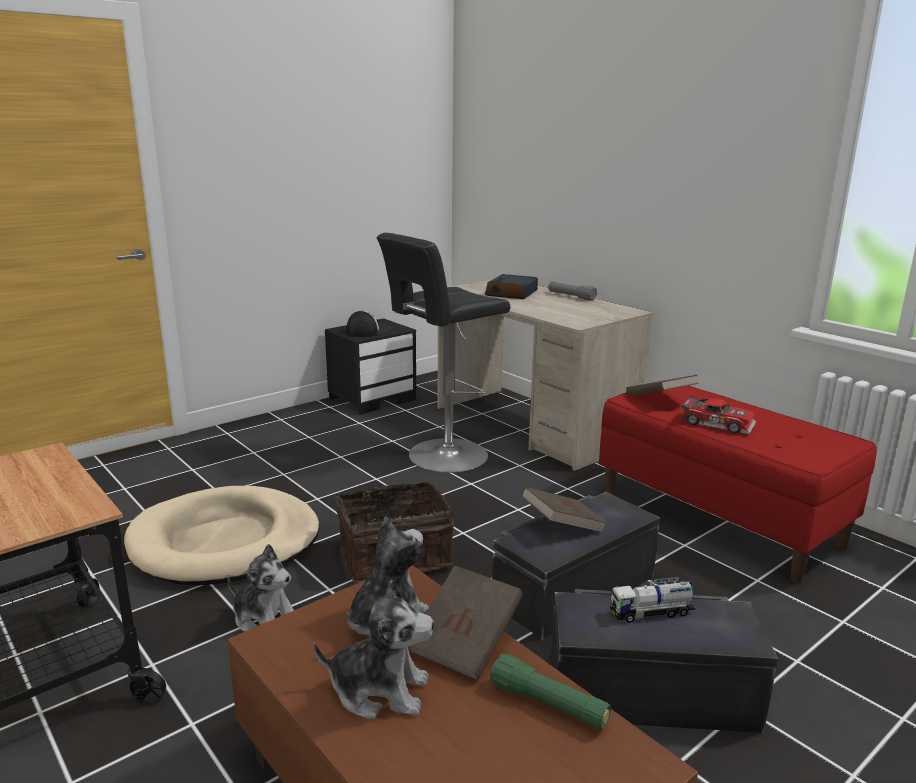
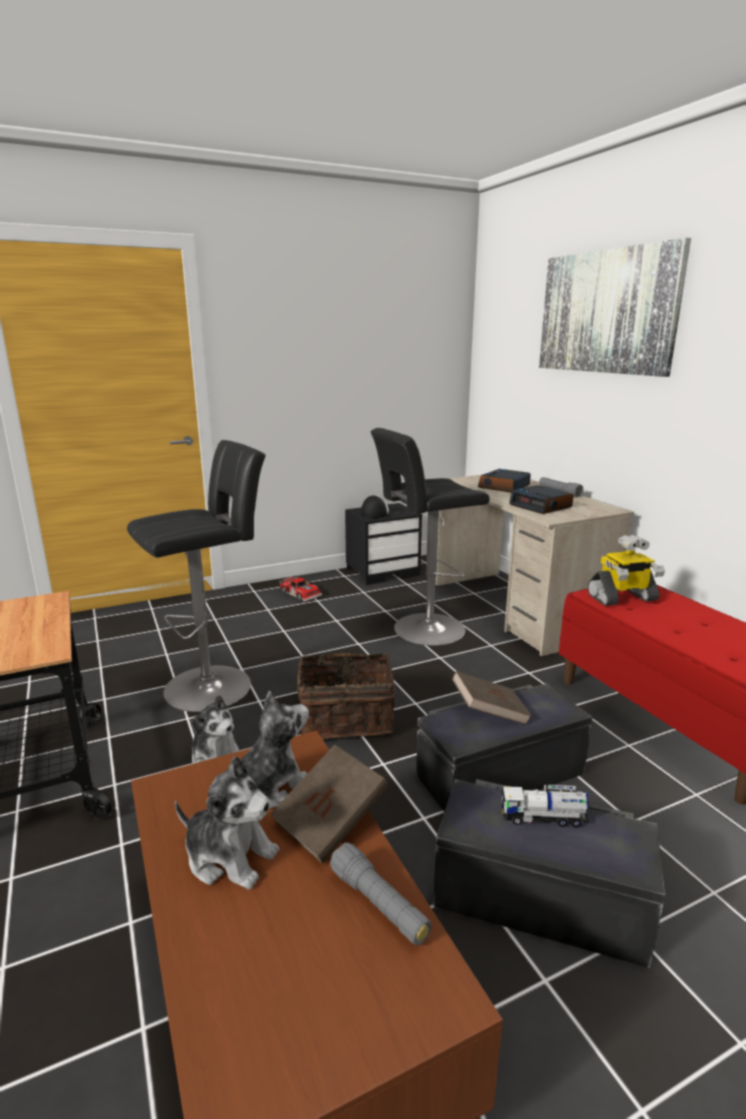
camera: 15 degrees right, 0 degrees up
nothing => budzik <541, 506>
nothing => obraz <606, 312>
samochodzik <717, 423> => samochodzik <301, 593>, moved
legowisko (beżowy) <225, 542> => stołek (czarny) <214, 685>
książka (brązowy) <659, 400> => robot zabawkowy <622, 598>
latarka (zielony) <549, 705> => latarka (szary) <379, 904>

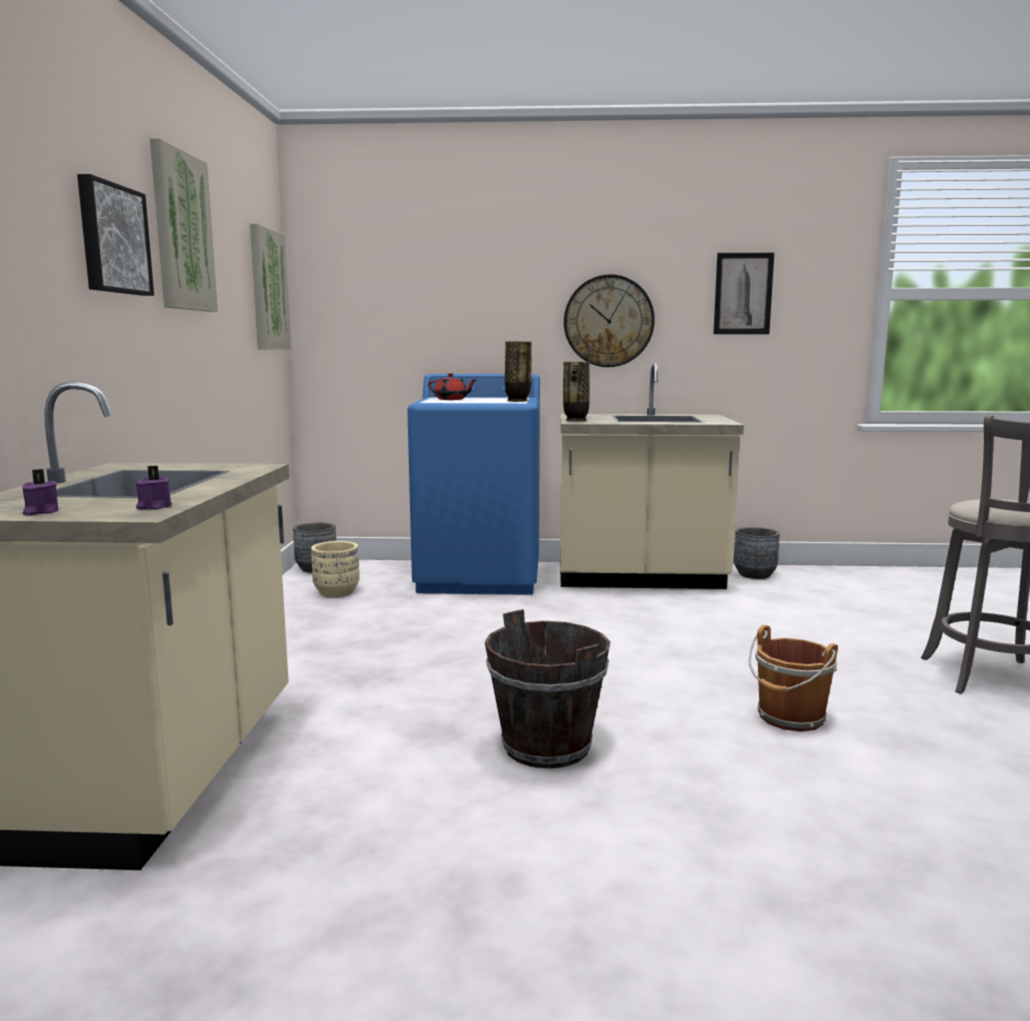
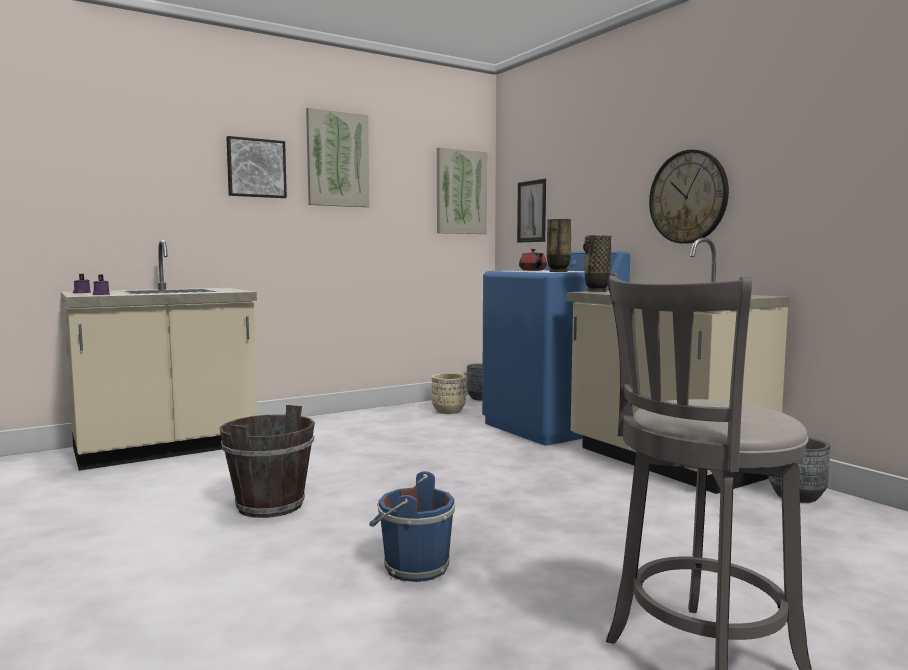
camera: 55 degrees right, 5 degrees down
obraz <743, 294> => obraz <531, 211>, moved
wiadro (brązowy) <789, 718> => wiadro (niebieski) <413, 567>

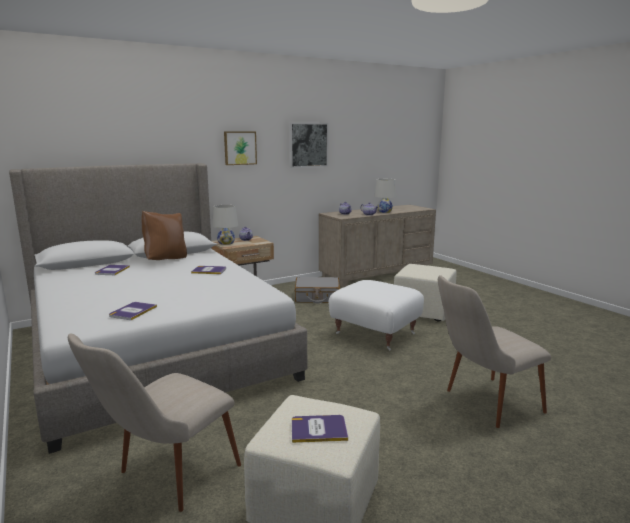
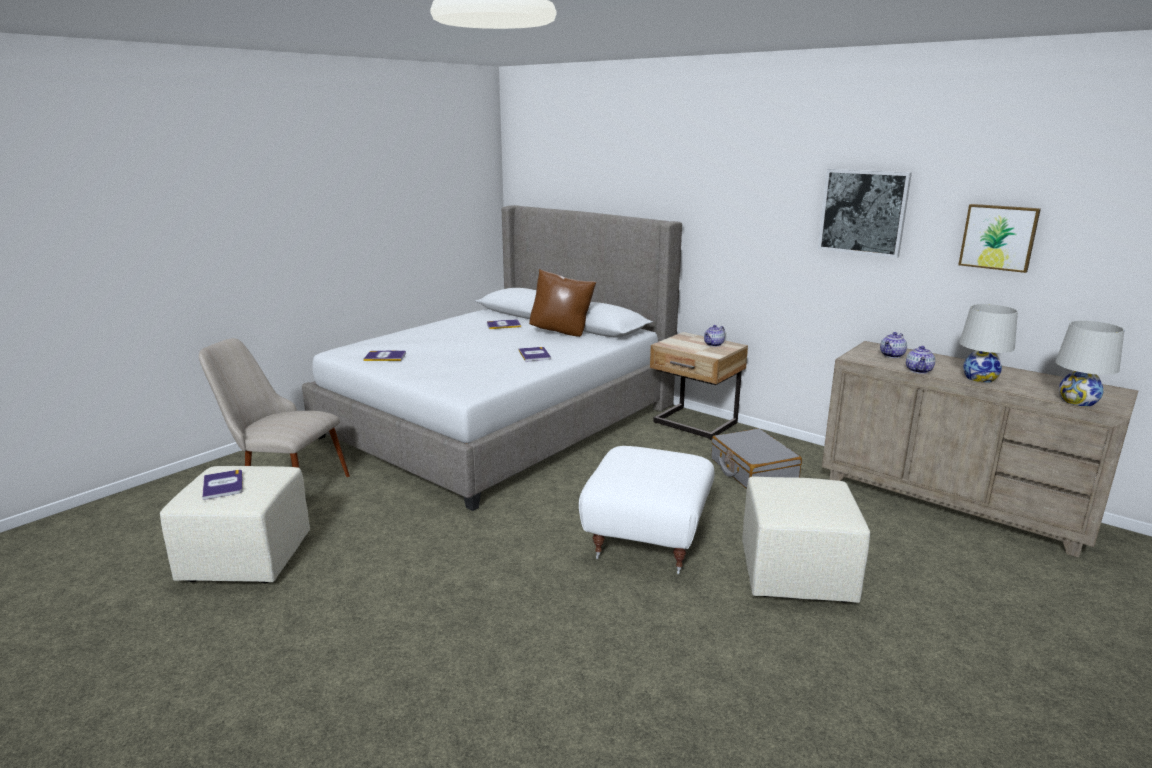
camera: 70 degrees right, 5 degrees up
krzesło (beżowy) <482, 404> => nothing
lampa stołowa (biały) <226, 243> => lampa stołowa (biały) <1077, 401>, moved
obraz <240, 148> => obraz <998, 237>, moved

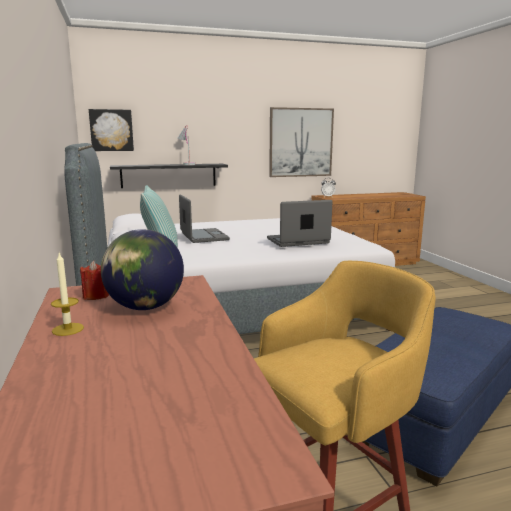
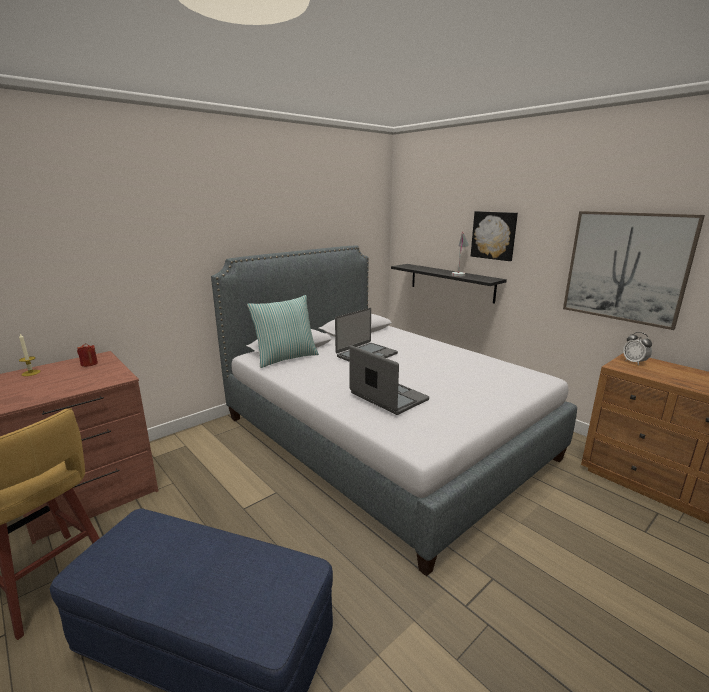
camera: 65 degrees right, 5 degrees up
globus <145, 307> => nothing
obraz <111, 130> => obraz <494, 235>, moved

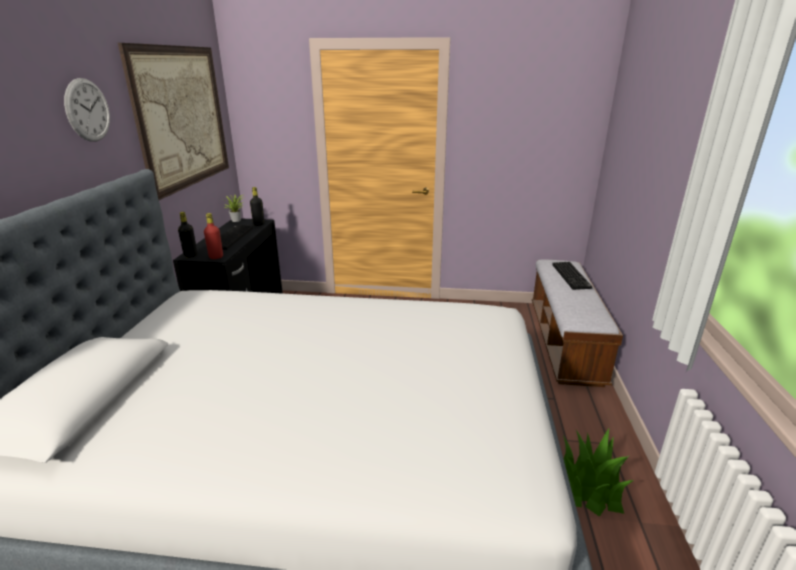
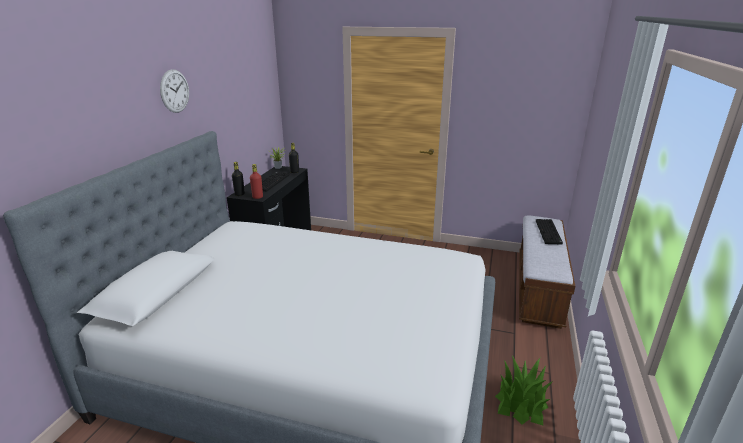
camera: 10 degrees right, 0 degrees up
obraz <182, 117> => nothing

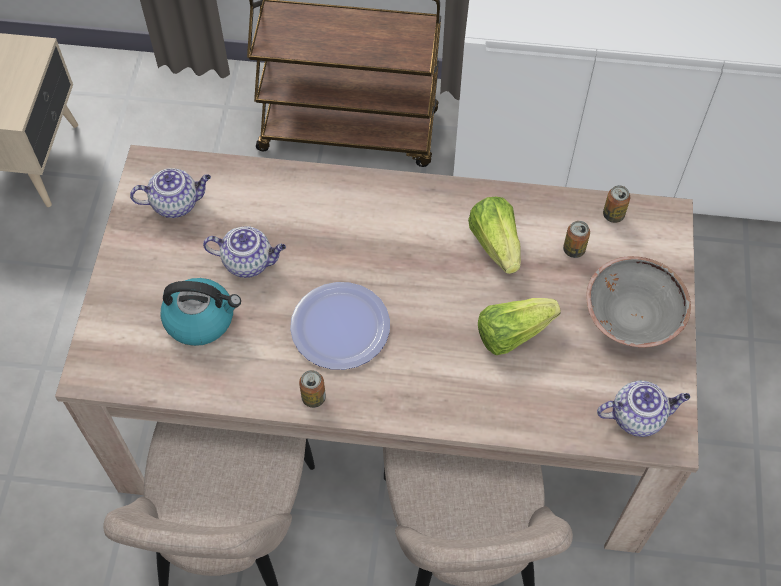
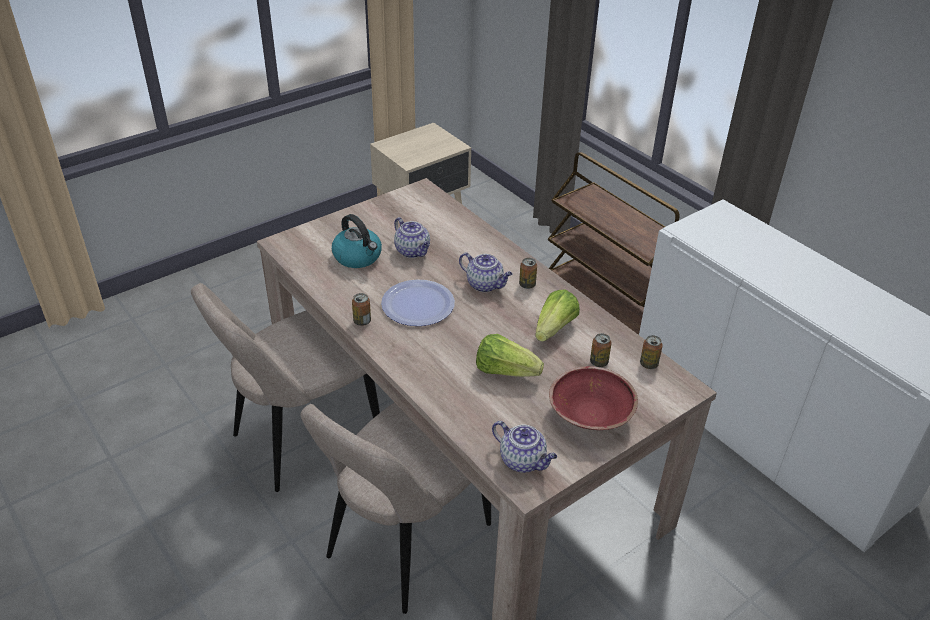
camera: 45 degrees right, 20 degrees down
nothing => puszka <527, 285>
imbryk <176, 203> => imbryk <485, 285>, moved
miska (szary) <632, 315> => miska (czerwony) <591, 415>

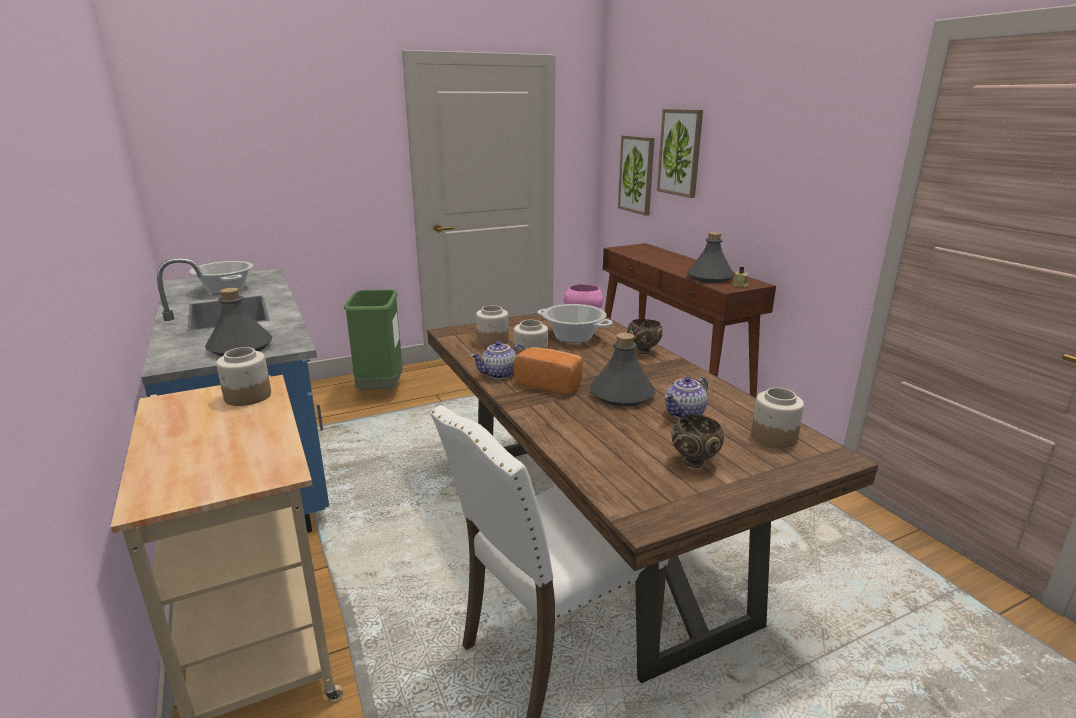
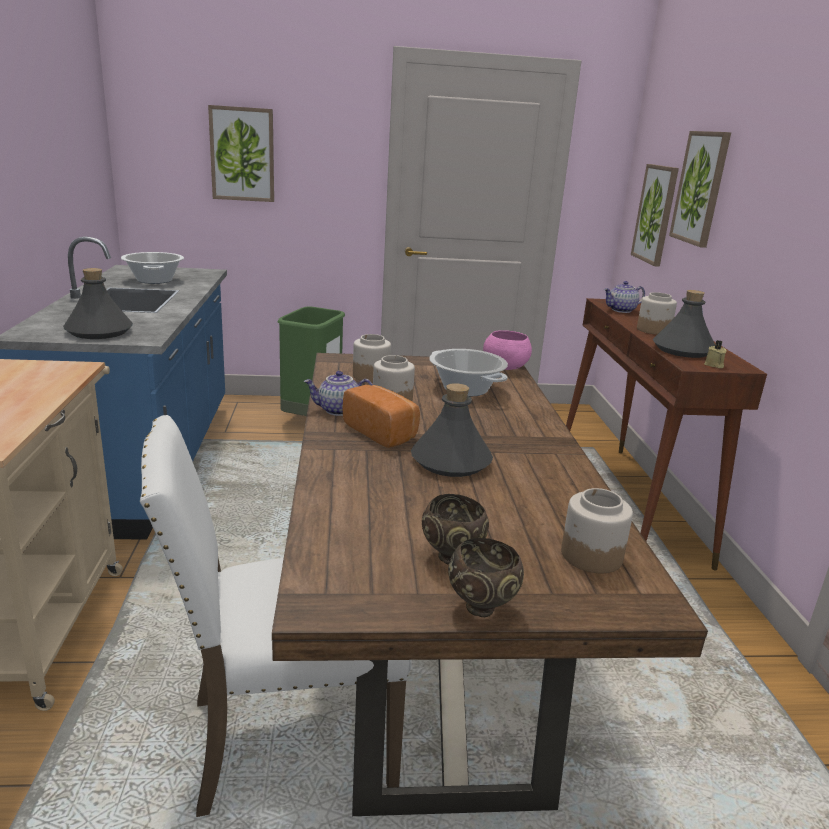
camera: 20 degrees right, 0 degrees up
nothing => obraz <242, 154>
słoik <248, 396> => słoik <653, 330>, moved
miska (brązowy) <643, 351> => miska (brązowy) <482, 608>, moved
imbryk <685, 414> => imbryk <621, 310>, moved

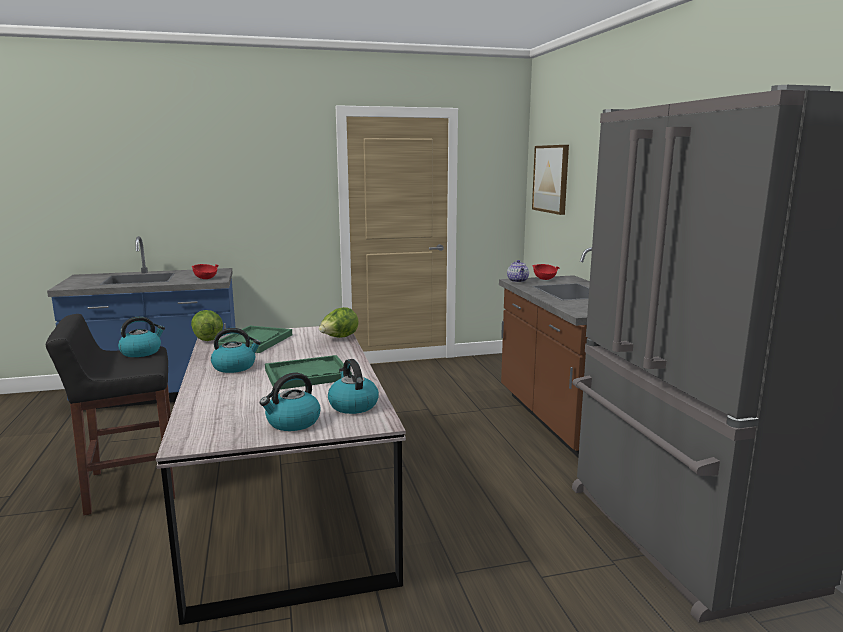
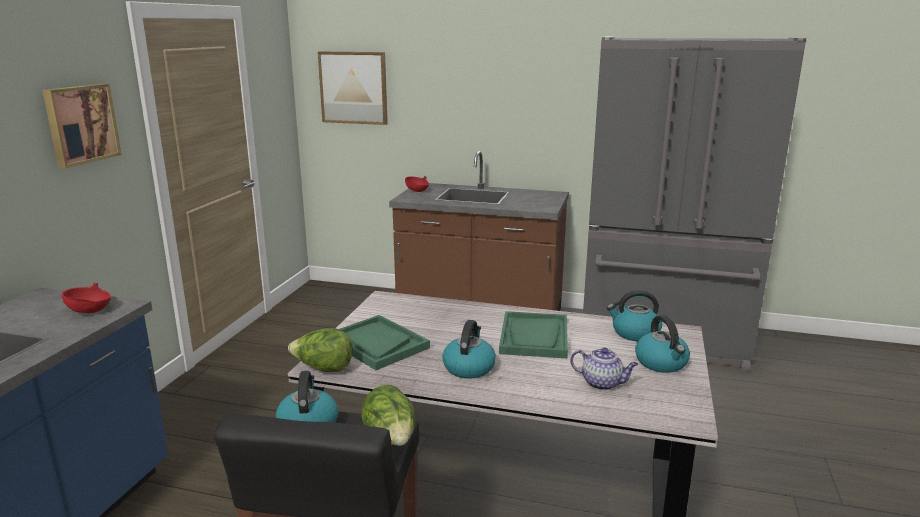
camera: 60 degrees left, 5 degrees up
nothing => obraz <80, 124>
sałata <339, 338> => sałata <391, 440>, moved
imbryk <518, 281> => imbryk <602, 383>, moved

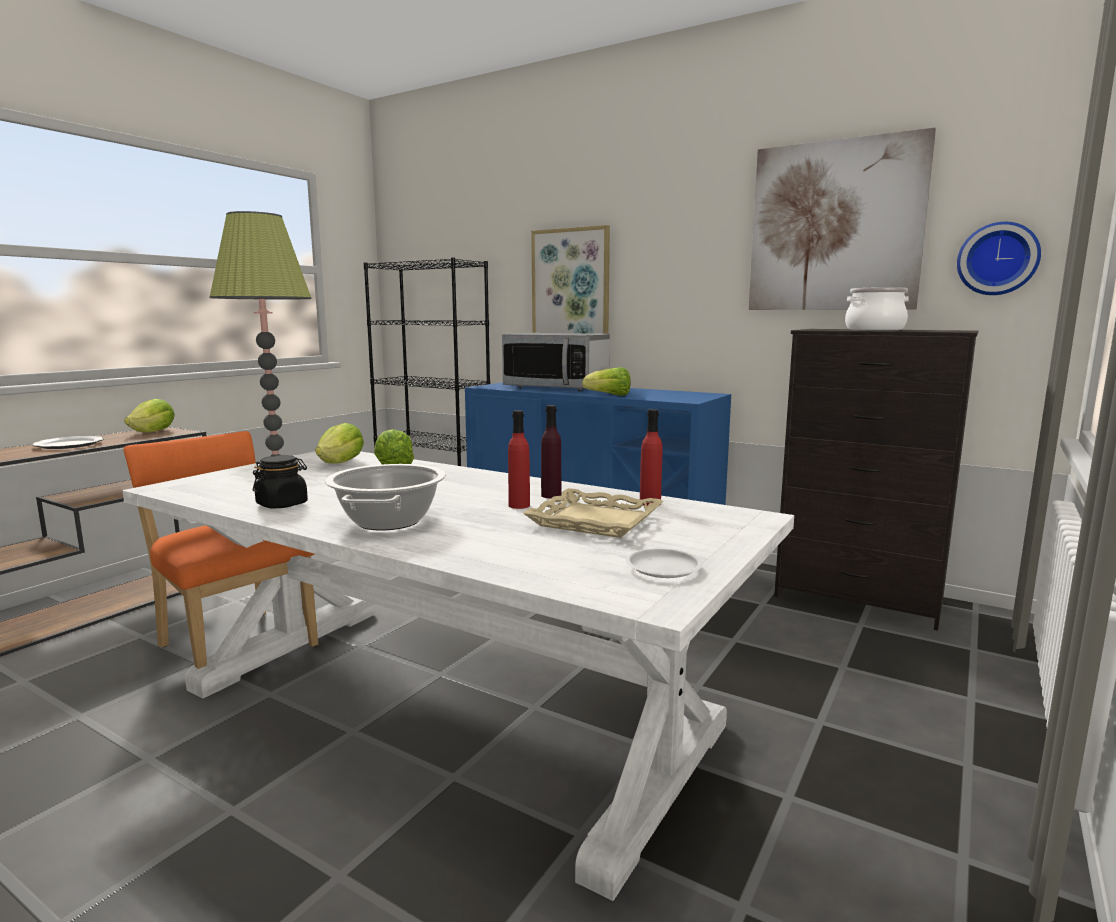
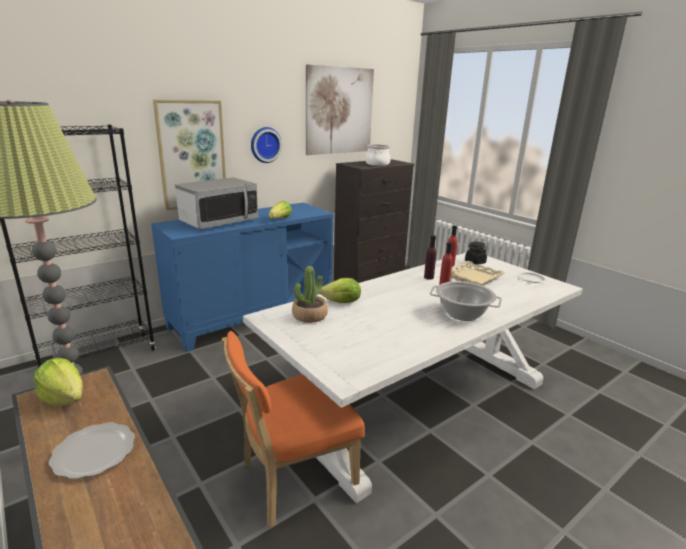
camera: 70 degrees left, 10 degrees up
słoik (czarny) <282, 504> => słoik (czarny) <475, 262>, moved
zegar ścienny <997, 259> => zegar ścienny <265, 144>, moved
sałata <341, 463> => roślina doniczkowa <309, 315>

